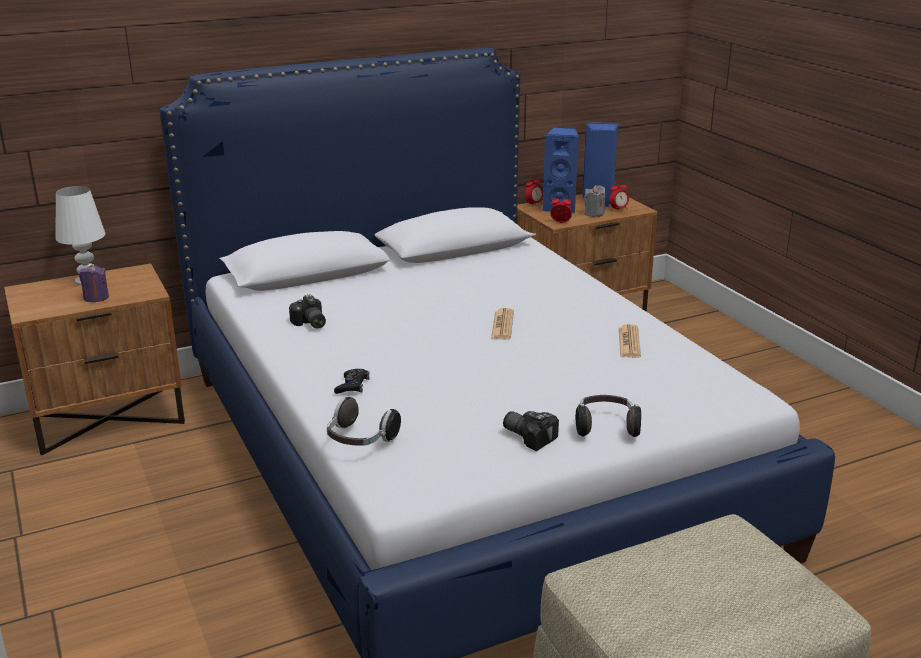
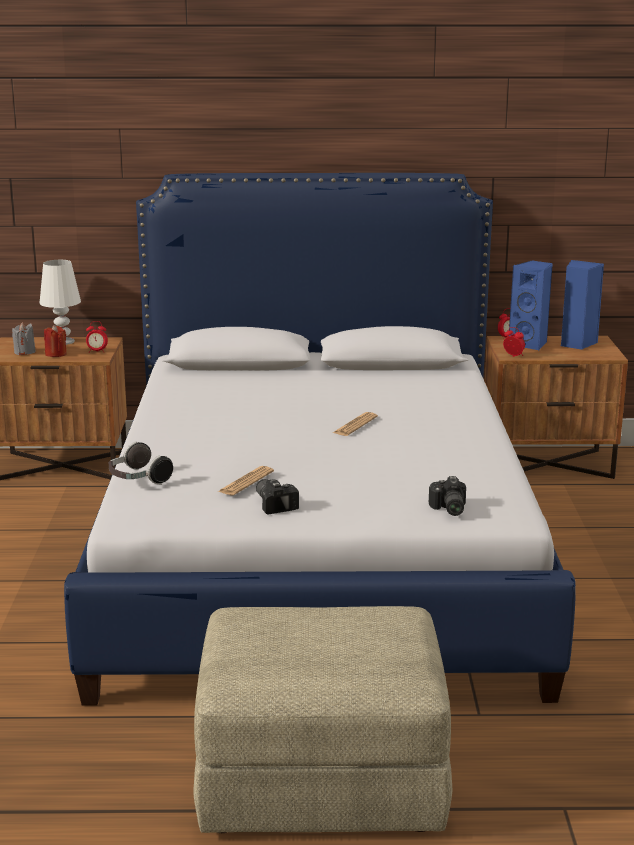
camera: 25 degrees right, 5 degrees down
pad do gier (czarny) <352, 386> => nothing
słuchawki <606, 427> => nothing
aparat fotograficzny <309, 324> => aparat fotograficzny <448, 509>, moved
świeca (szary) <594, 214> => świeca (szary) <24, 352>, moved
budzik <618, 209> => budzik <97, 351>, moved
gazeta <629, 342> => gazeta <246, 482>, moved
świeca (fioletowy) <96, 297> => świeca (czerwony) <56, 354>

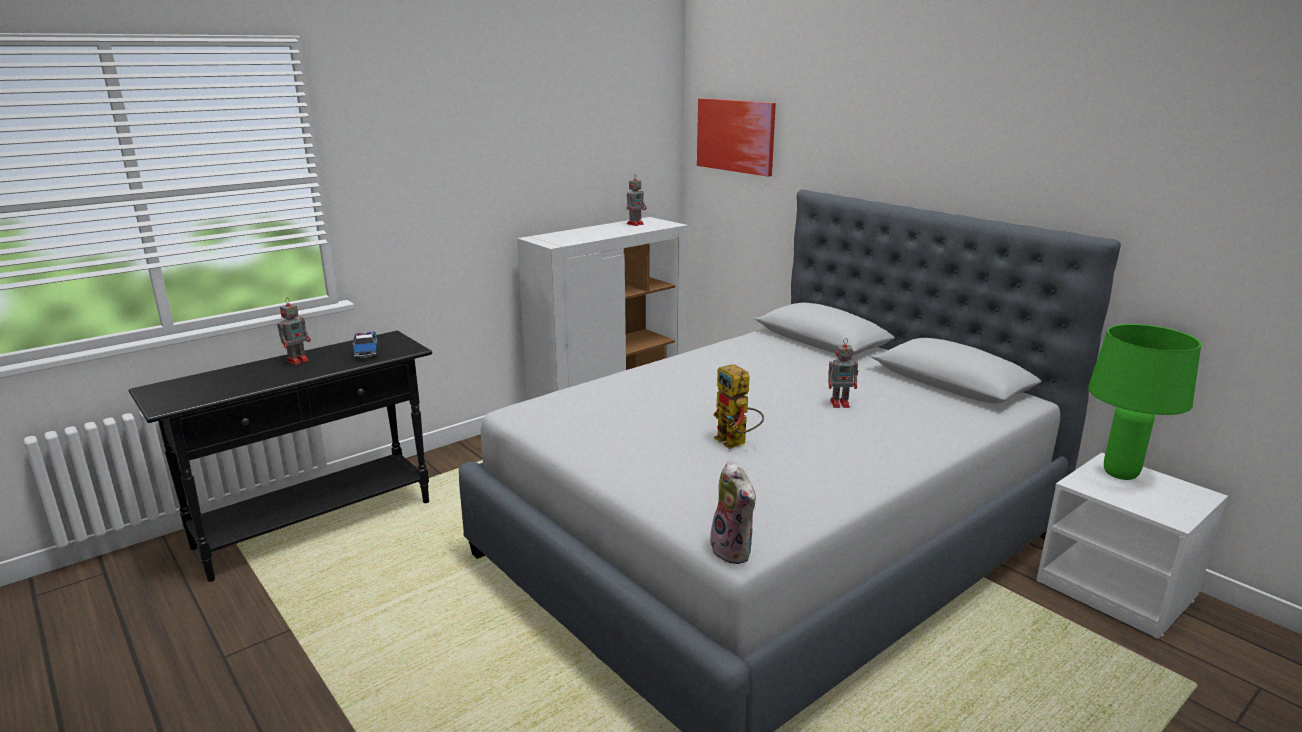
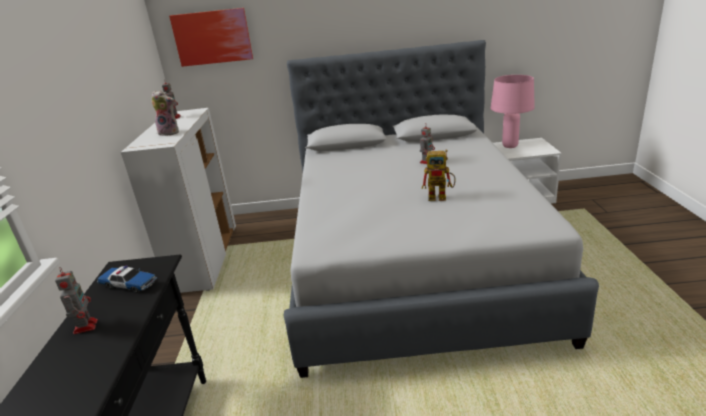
camera: 50 degrees left, 5 degrees up
pluszak <734, 551> => pluszak <170, 133>, moved
lampa stołowa (zielony) <1120, 473> => lampa stołowa (różowy) <509, 146>

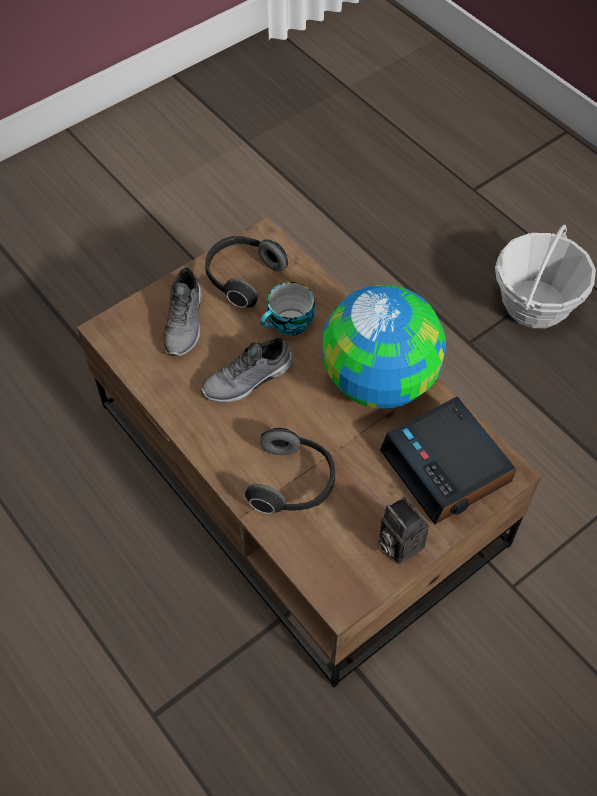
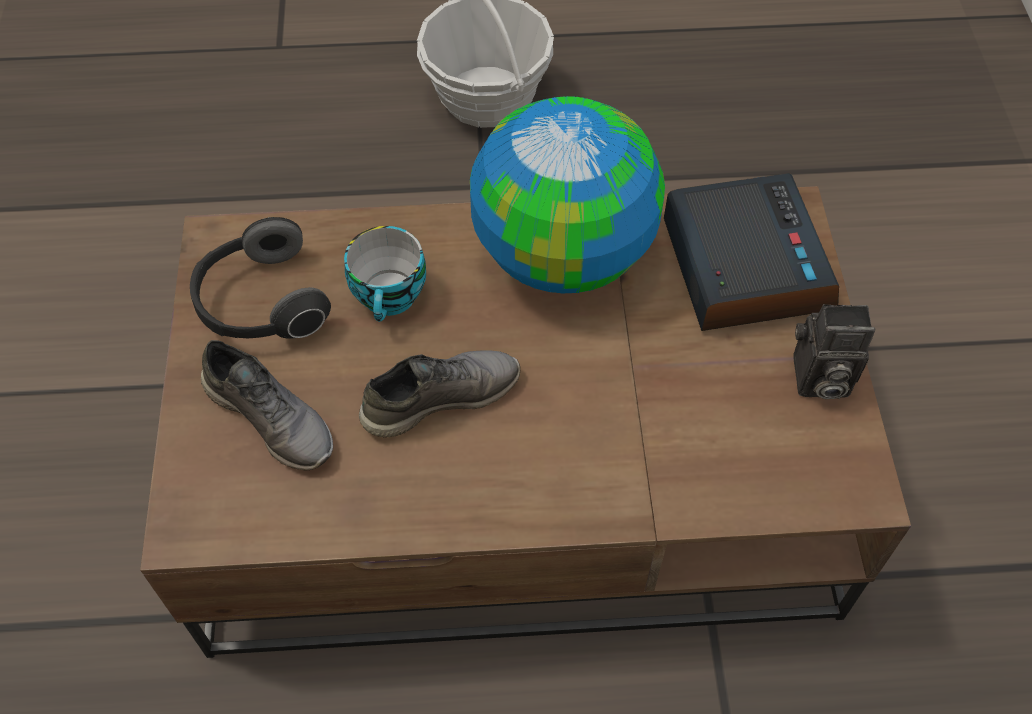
camera: 55 degrees left, 0 degrees up
słuchawki <293, 483> => nothing
but (szary) <248, 380> => but (szary) <440, 397>, 120 degrees counterclockwise
budzik <447, 467> => budzik <743, 264>, 105 degrees counterclockwise

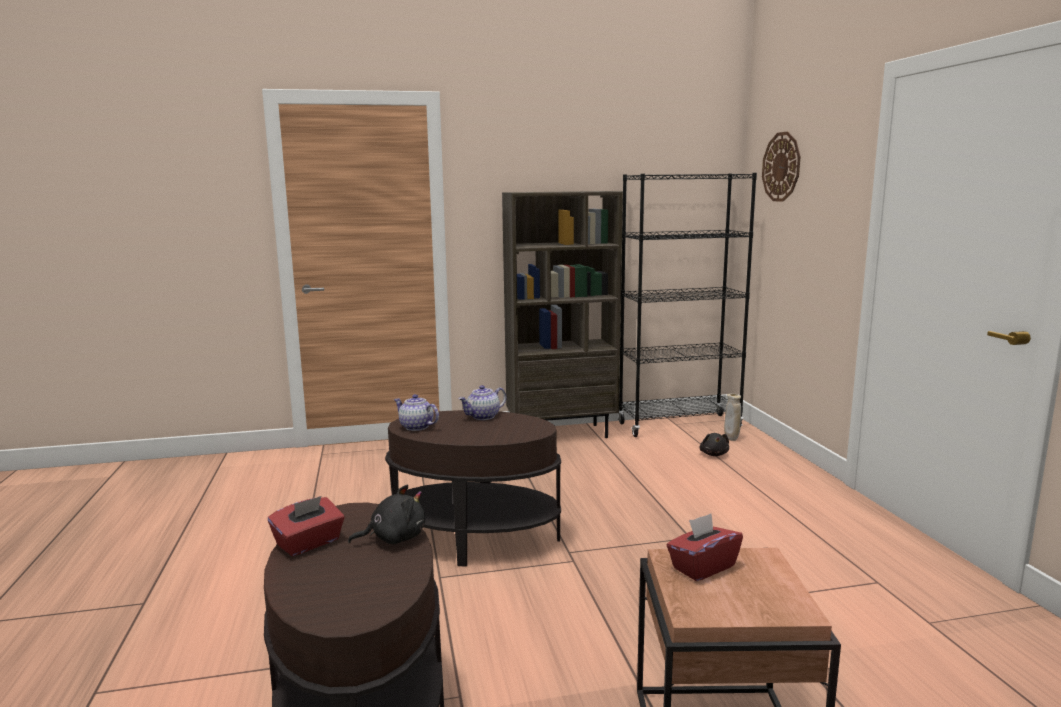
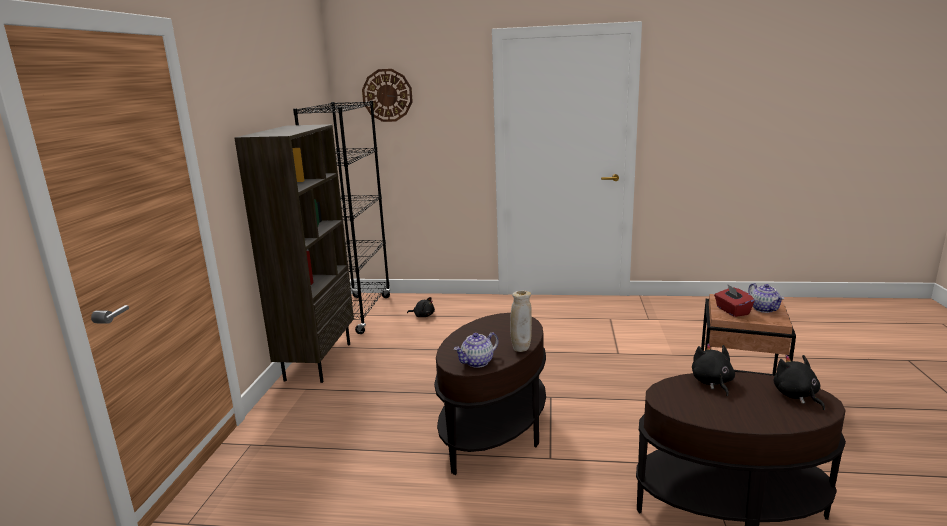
camera: 70 degrees left, 5 degrees up
pudełko chusteczek (czerwony) <309, 543> => nothing
nothing => pluszak (czarny) <796, 395>
imbryk <483, 417> => imbryk <764, 309>, moved
wazon (beżowy) <731, 439> => wazon (beżowy) <521, 349>, moved

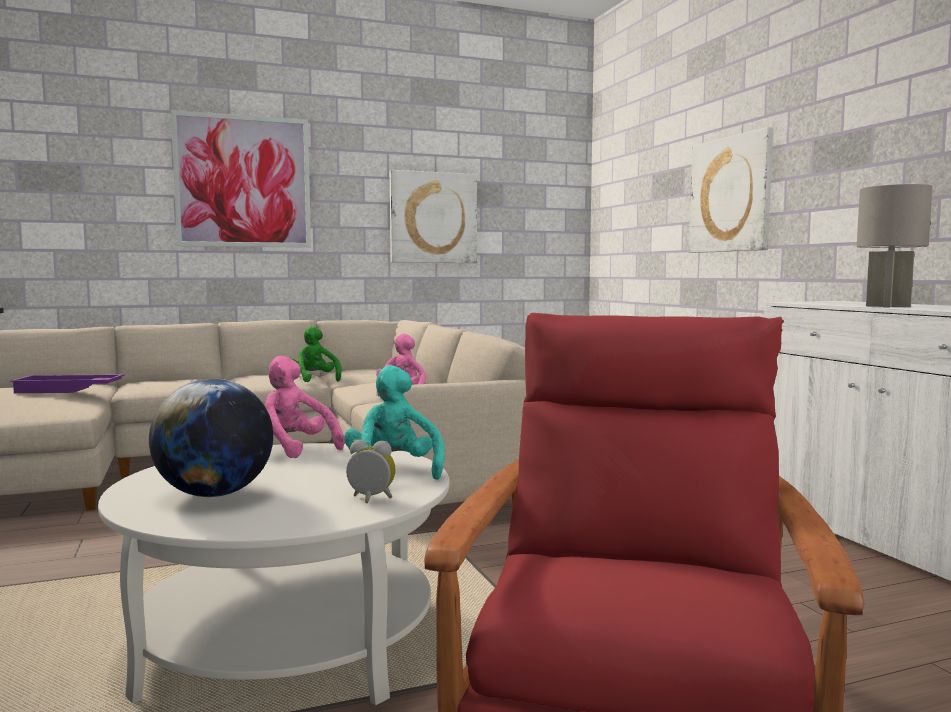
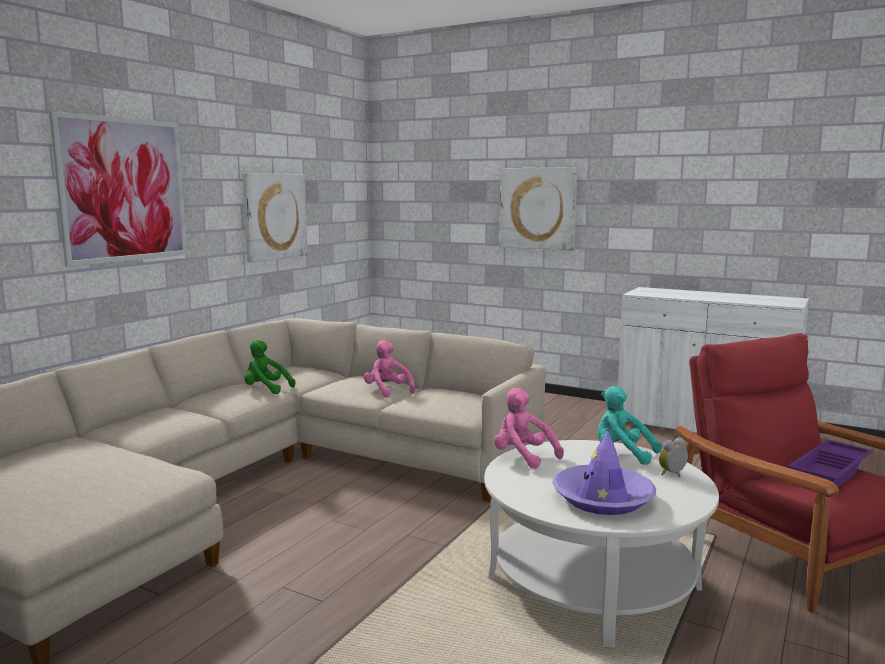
camera: 40 degrees left, 5 degrees up
lampa stołowa (szary) <887, 306> => nothing
taca (fioletowy) <67, 390> => taca (fioletowy) <831, 472>, moved
globus <215, 494> => kapelusz (fioletowy) <603, 498>
pluszak (różowy) <292, 449> => pluszak (różowy) <523, 457>, 45 degrees clockwise

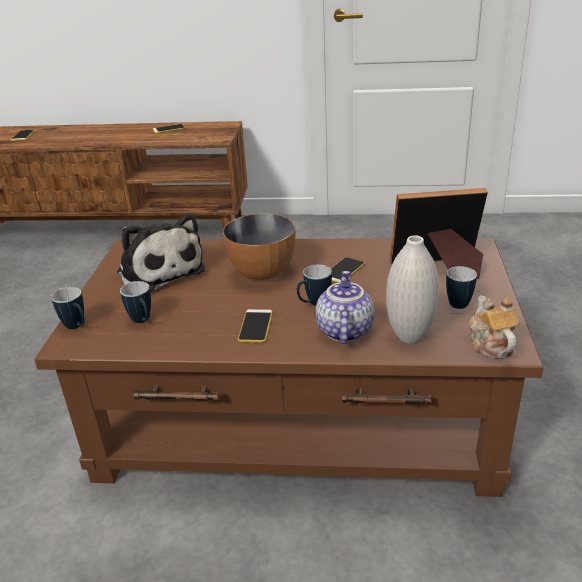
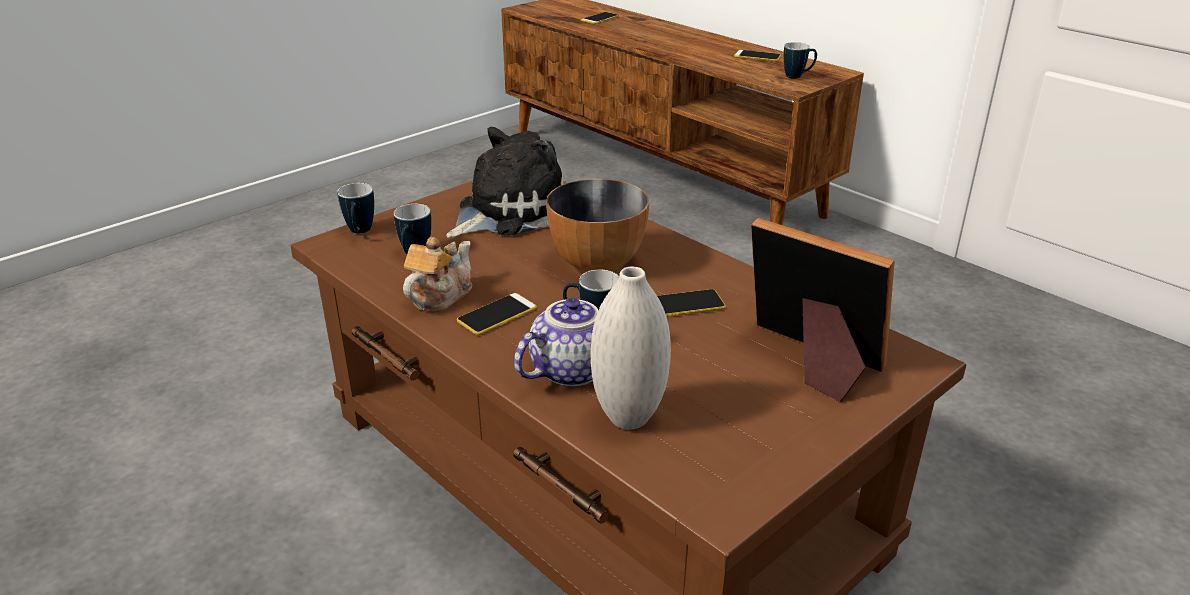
camera: 40 degrees right, 0 degrees up
kubek <461, 302> => kubek <798, 76>, moved
imbryk <490, 344> => imbryk <439, 296>, moved
pluszak <160, 270> => pluszak <507, 212>, 135 degrees counterclockwise

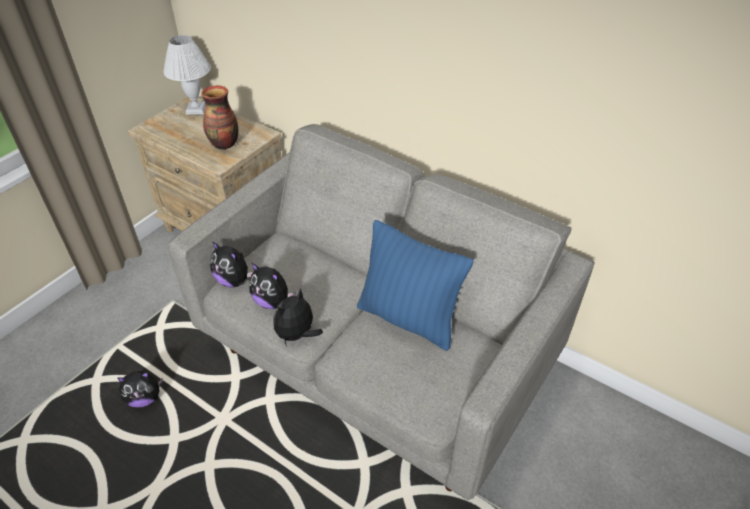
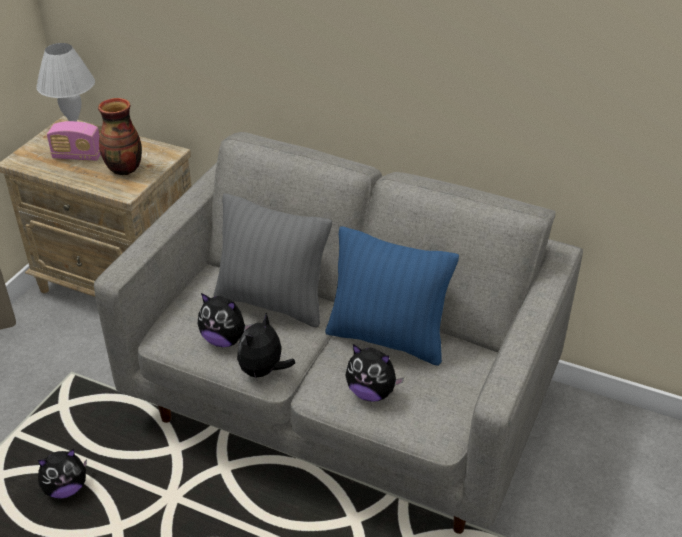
camera: 10 degrees left, 5 degrees down
nothing => radio <77, 156>
nothing => poduszka (szary) <272, 302>
pluszak <234, 280> => pluszak <371, 392>, moved

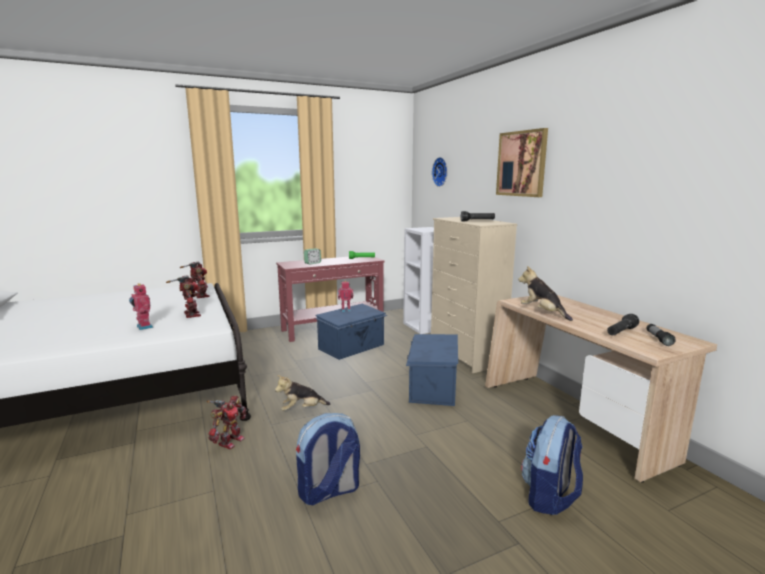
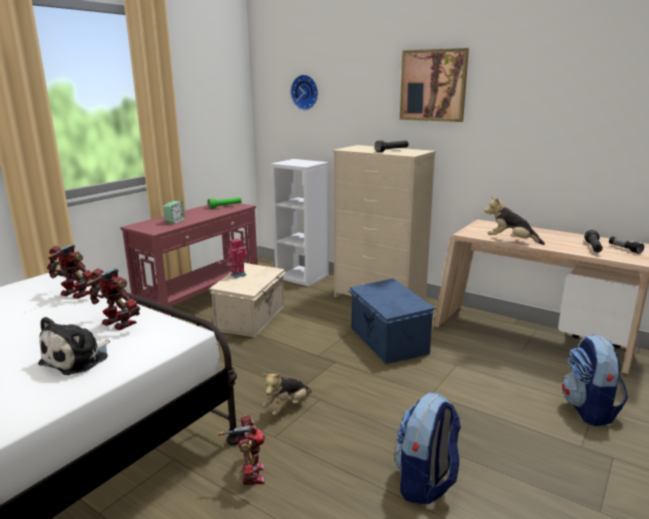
camera: 30 degrees left, 5 degrees up
robot zabawkowy <143, 327> => pluszak <78, 359>
pojemnik do przechowywania (niebieski) <352, 347> => pojemnik do przechowywania (beżowy) <252, 318>

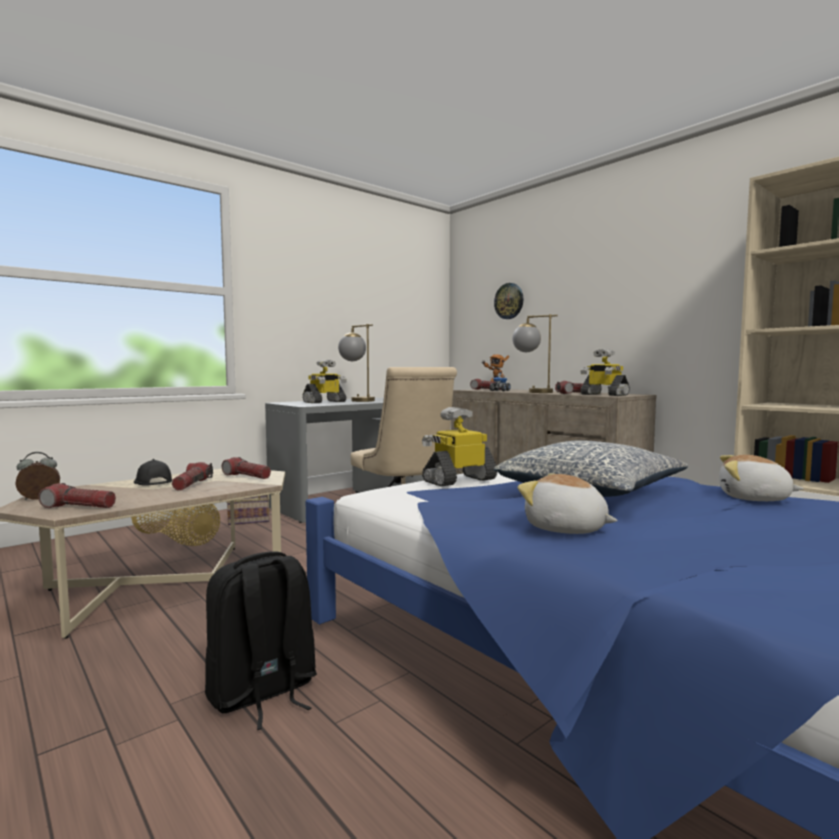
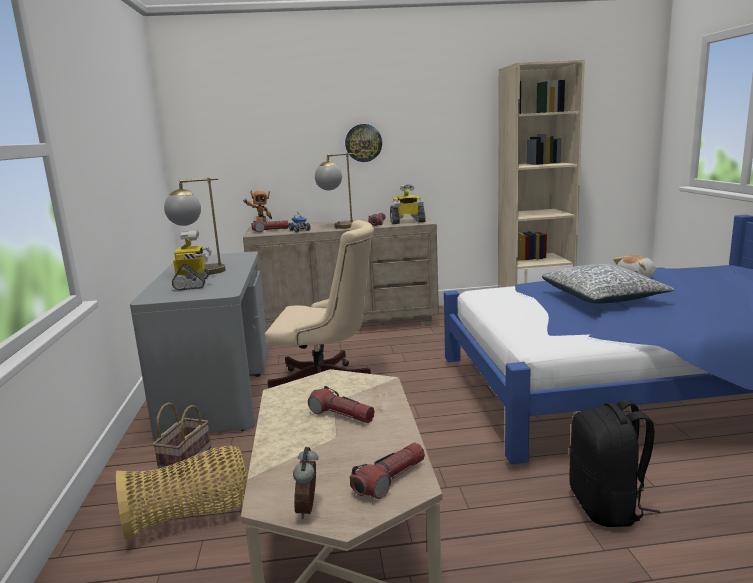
camera: 55 degrees left, 10 degrees up
czapka z daszkiem (czarny) <152, 482> => nothing
latarka <247, 476> => nothing
robot zabawkowy <459, 480> => nothing
pluszak <565, 529> => nothing
zegar ścienny <509, 301> => zegar ścienny <363, 143>, moved

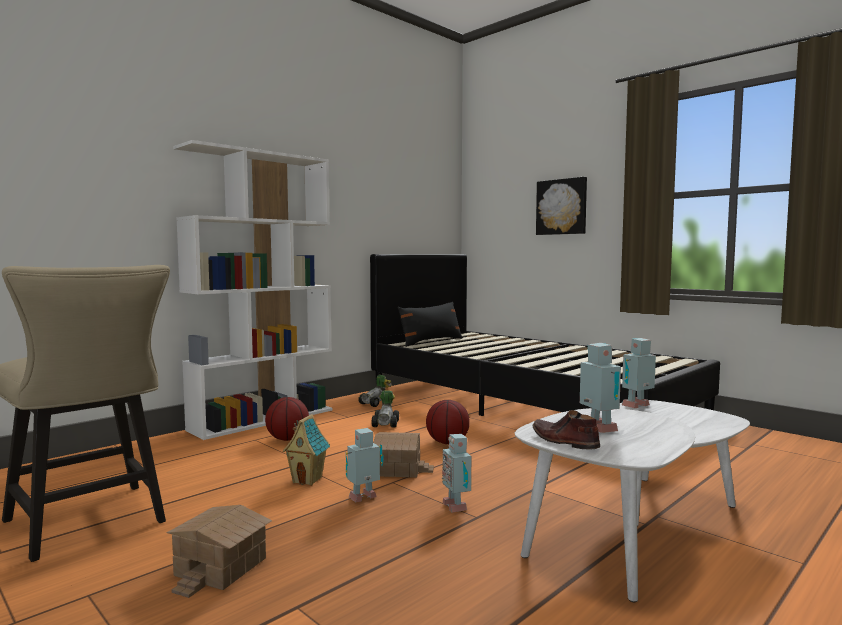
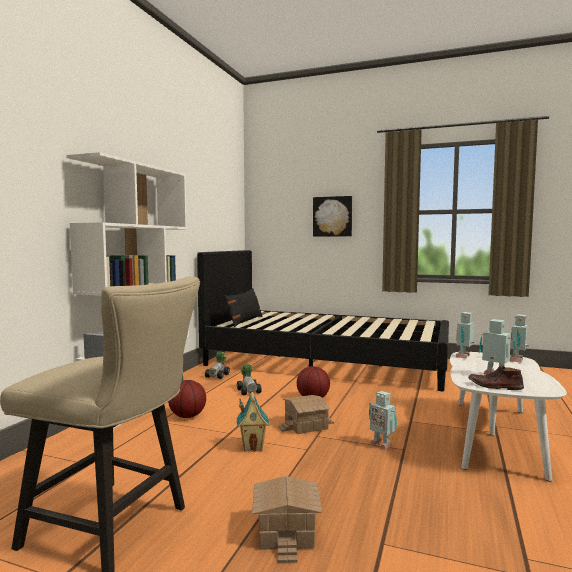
camera: 25 degrees left, 0 degrees up
robot zabawkowy <364, 498> => robot zabawkowy <518, 360>, moved

